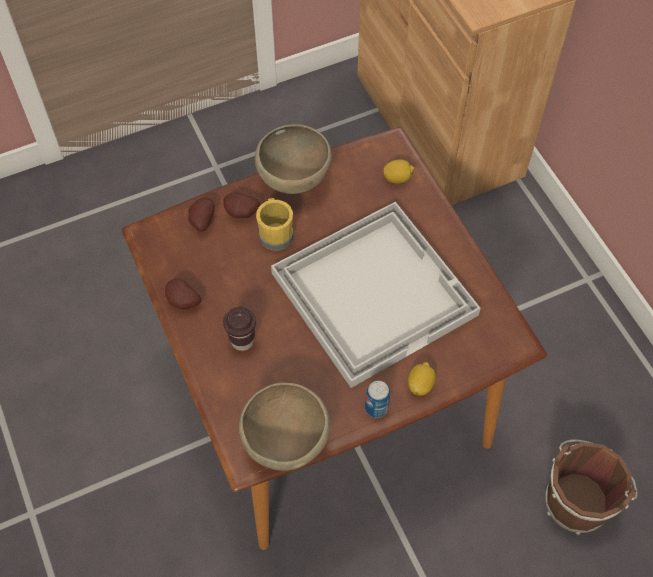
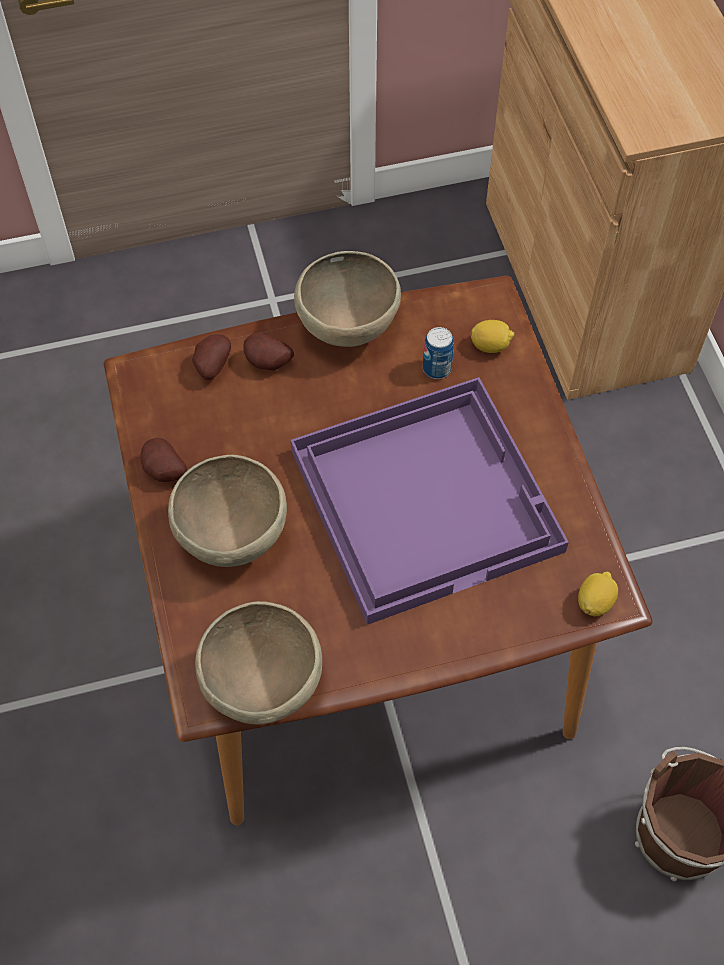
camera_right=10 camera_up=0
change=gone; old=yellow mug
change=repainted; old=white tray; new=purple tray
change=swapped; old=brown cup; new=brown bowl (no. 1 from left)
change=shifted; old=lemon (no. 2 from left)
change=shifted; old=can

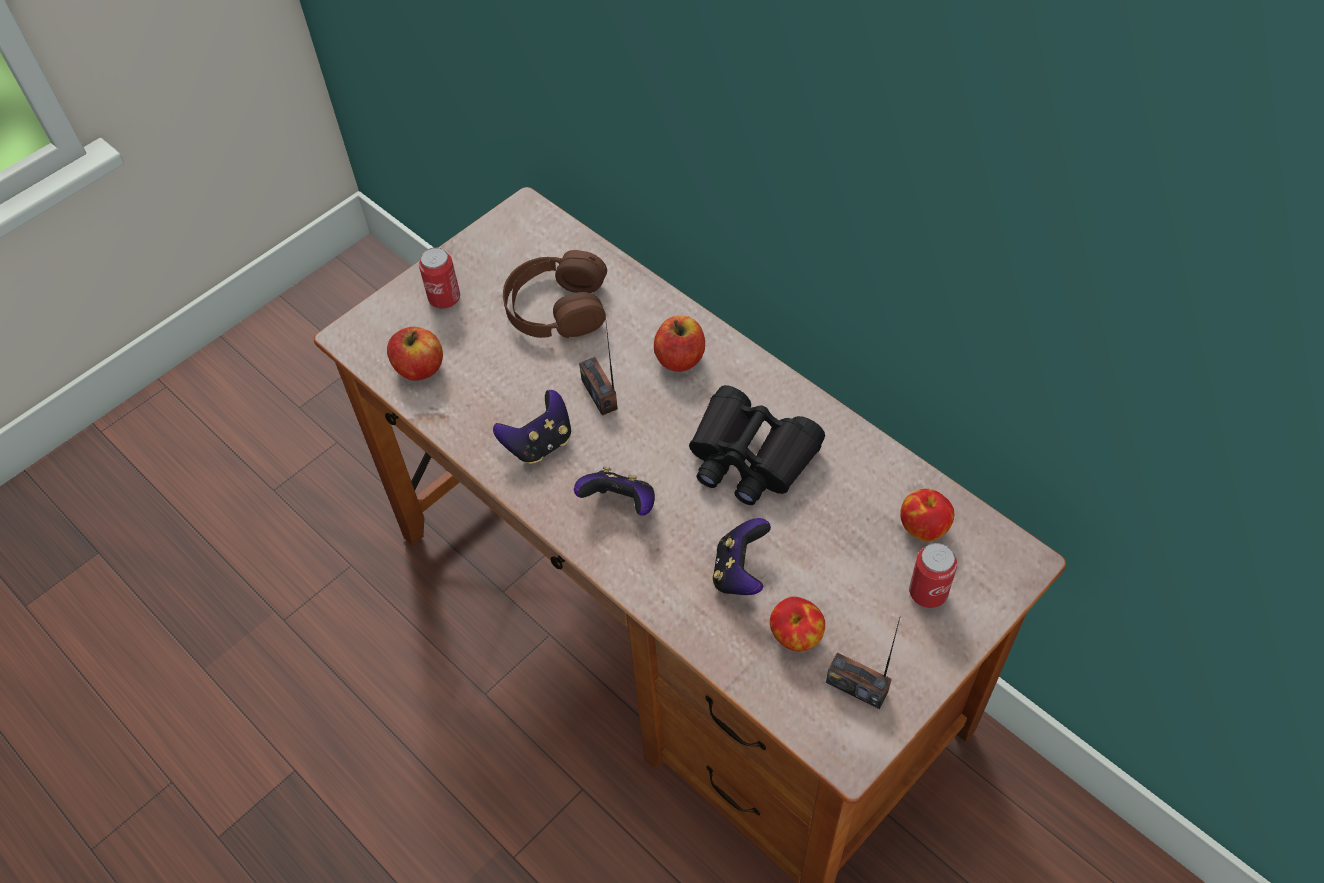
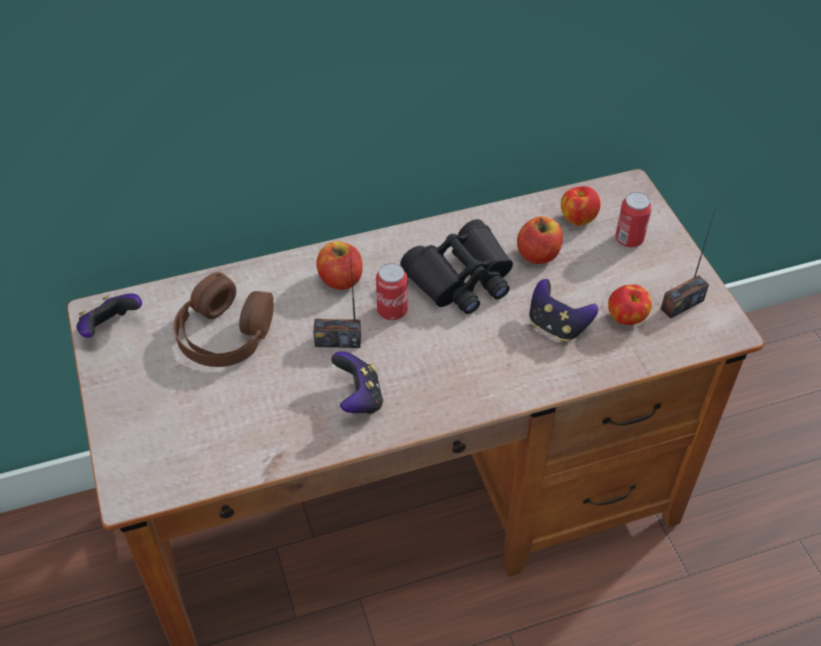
camera_right=-65 camera_up=-5
change=shifted; old=can (no. 1 from left)
change=shifted; old=apple (no. 1 from left in the first image); new=apple (no. 2 from left)
change=shifted; old=game controller (no. 2 from left in the first image); new=game controller (no. 1 from left)

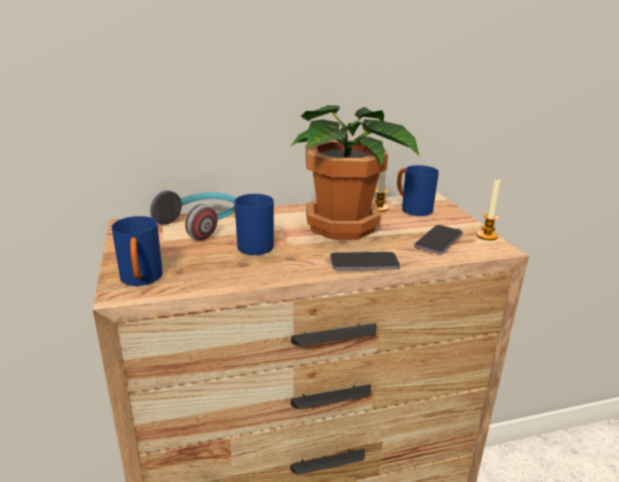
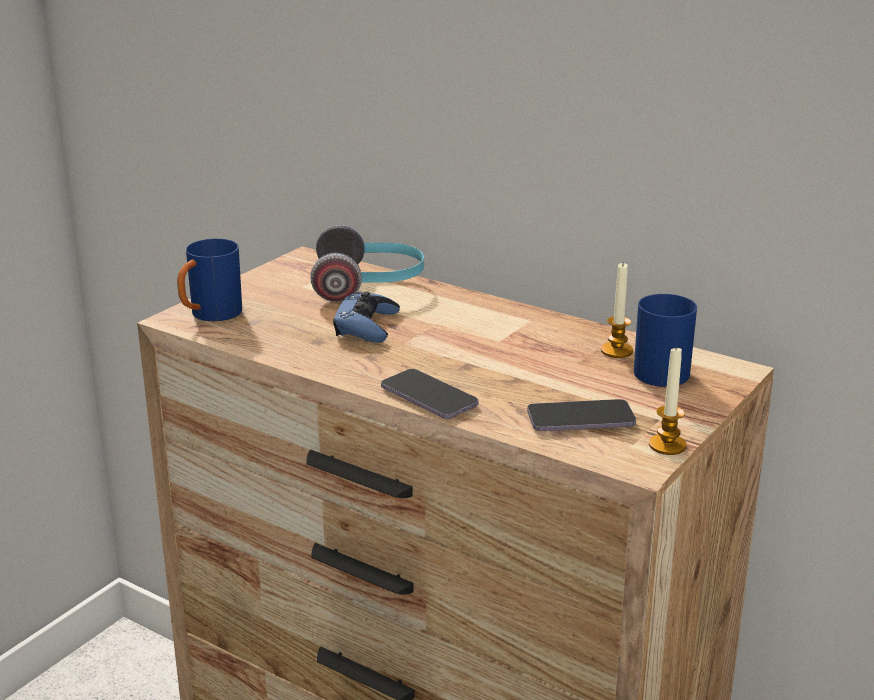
camera_right=50 camera_up=0
change=gone; old=potted plant
change=swapped; old=blue mug (no. 2 from left); new=blue game controller

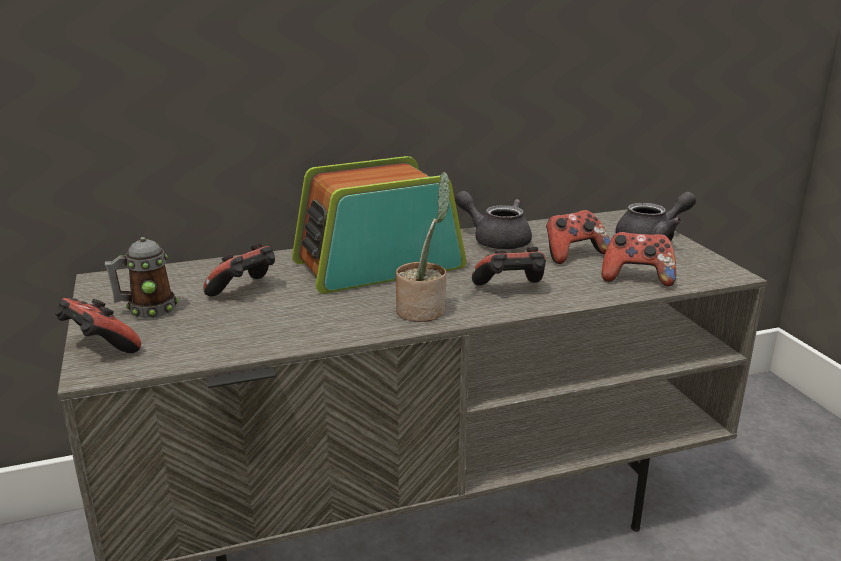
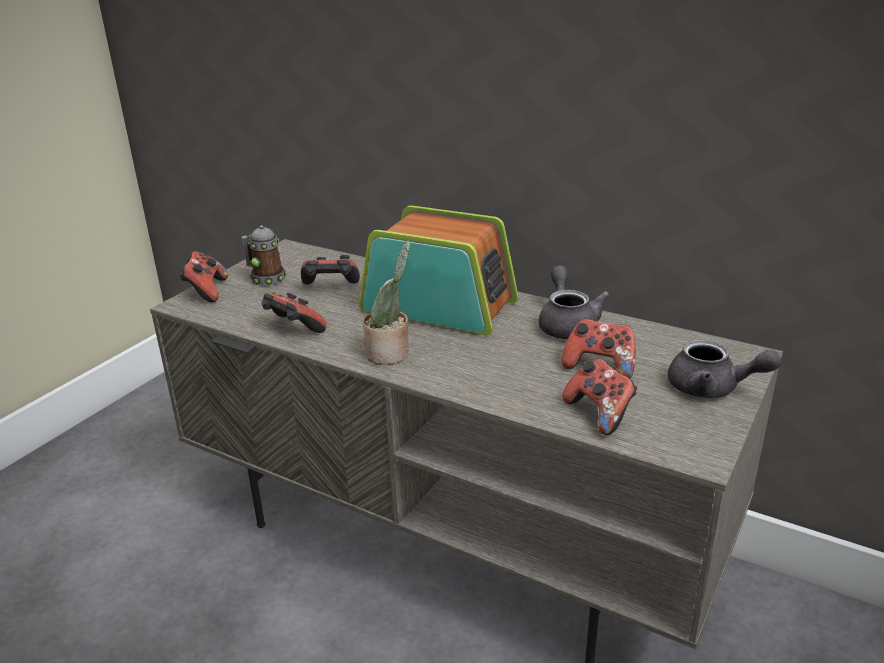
camera_right=50 camera_up=5
change=shifted; old=game controller (no. 3 from left in the first image); new=game controller (no. 2 from left)

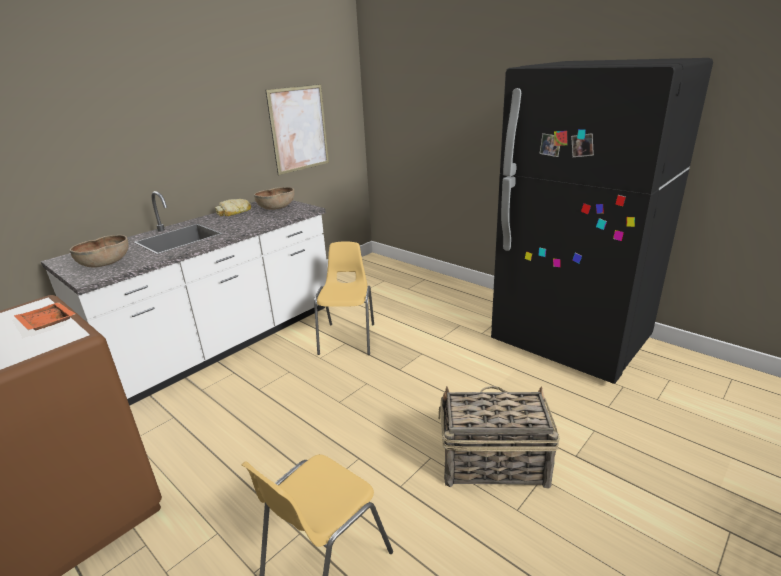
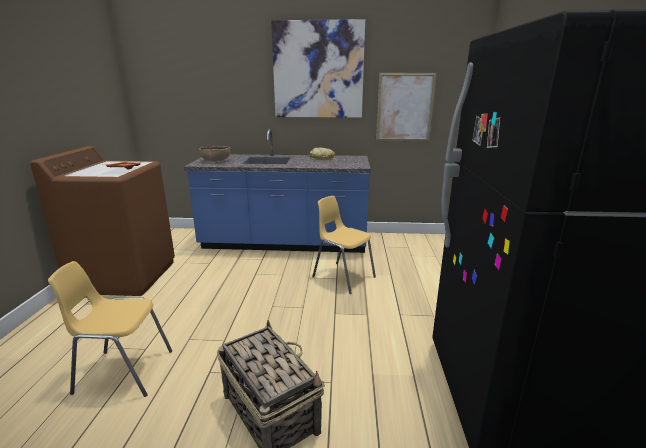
camera_right=50 camera_up=-5
change=gone; old=brown bowl (no. 2 from left)
change=repainted; old=white counter; new=blue counter
change=rotated; old=yellow chair (no. 2 from left); degrees=-105
change=new; new=picture (no. 1 from left)

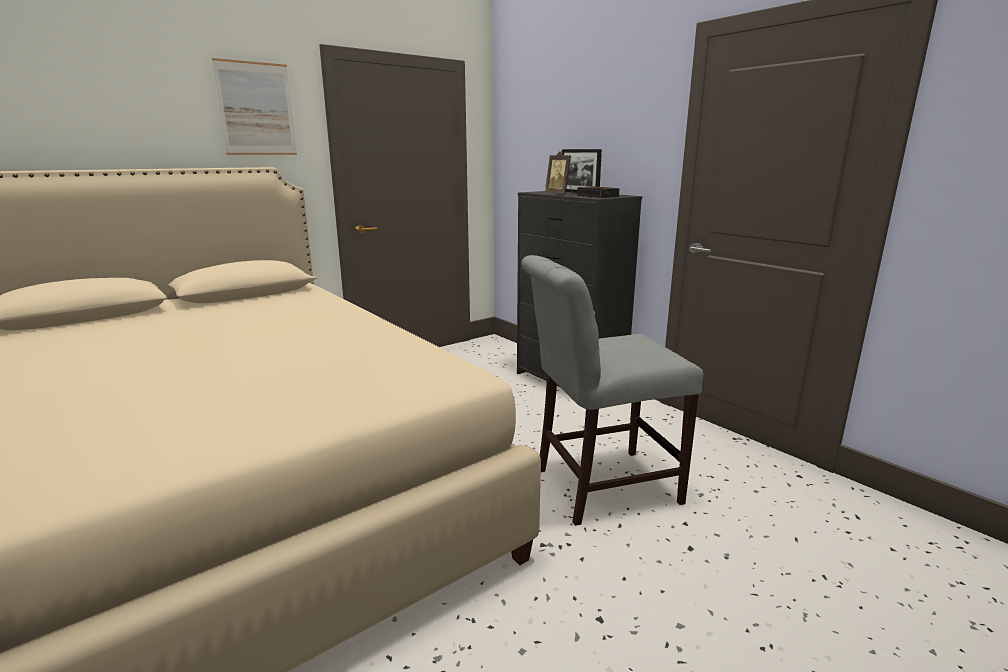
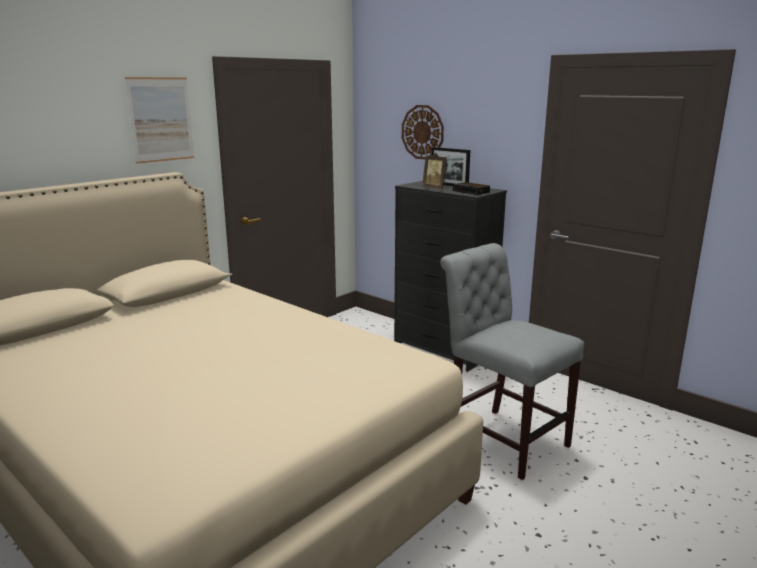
camera_right=-10 camera_up=0
change=rotated; old=grey chair; degrees=75
change=new; new=wall clock

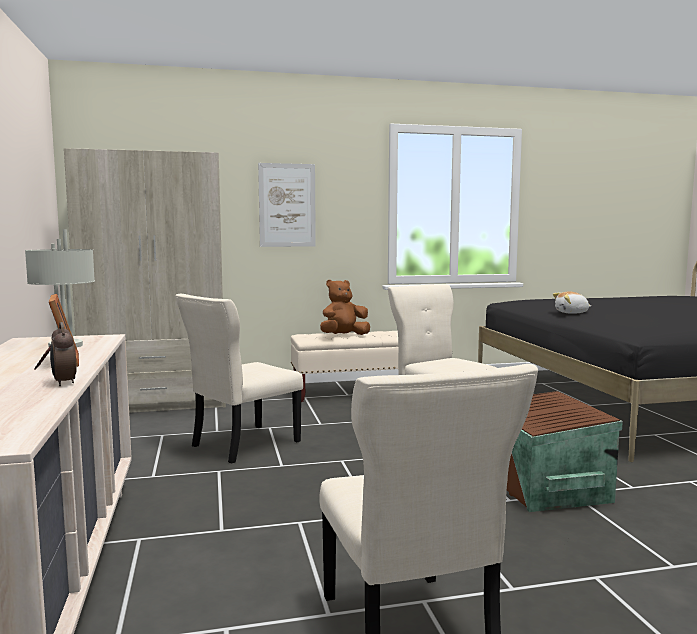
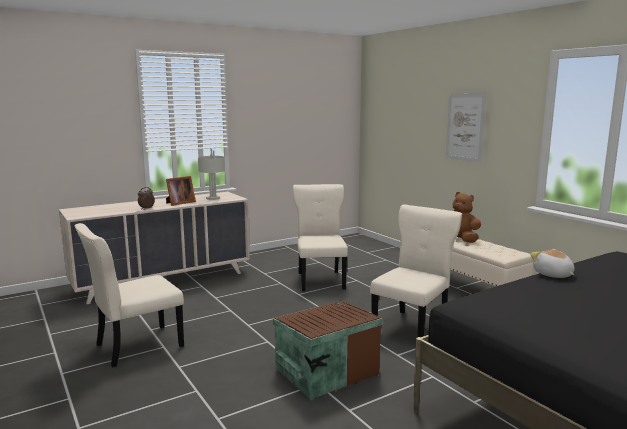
camera_right=70 camera_up=5
change=gone; old=beige wardrobe
change=rotated; old=beige chair (no. 1 from left in the first image); degrees=60

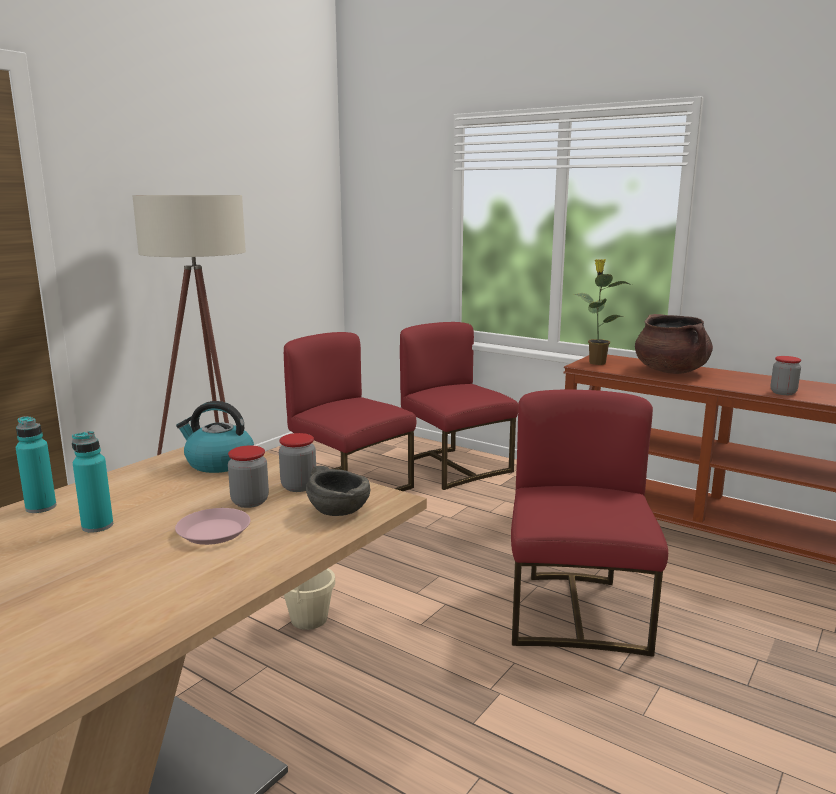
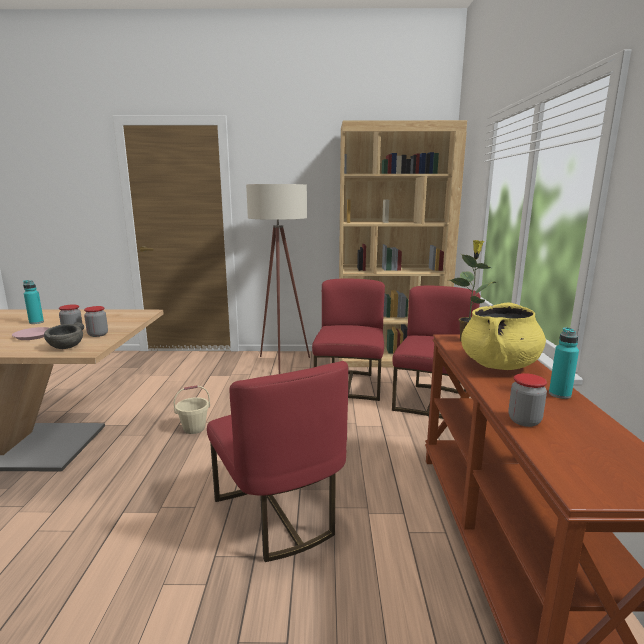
camera_right=55 camera_up=0
change=repainted; old=brown cooking pot; new=yellow cooking pot
change=rotated; old=red chair (no. 3 from left in the first image); degrees=90
change=gone; old=kettle
change=shifted; old=turquoise bottle (no. 1 from left in the first image); new=turquoise bottle (no. 2 from left)
change=new; new=brown bookcase

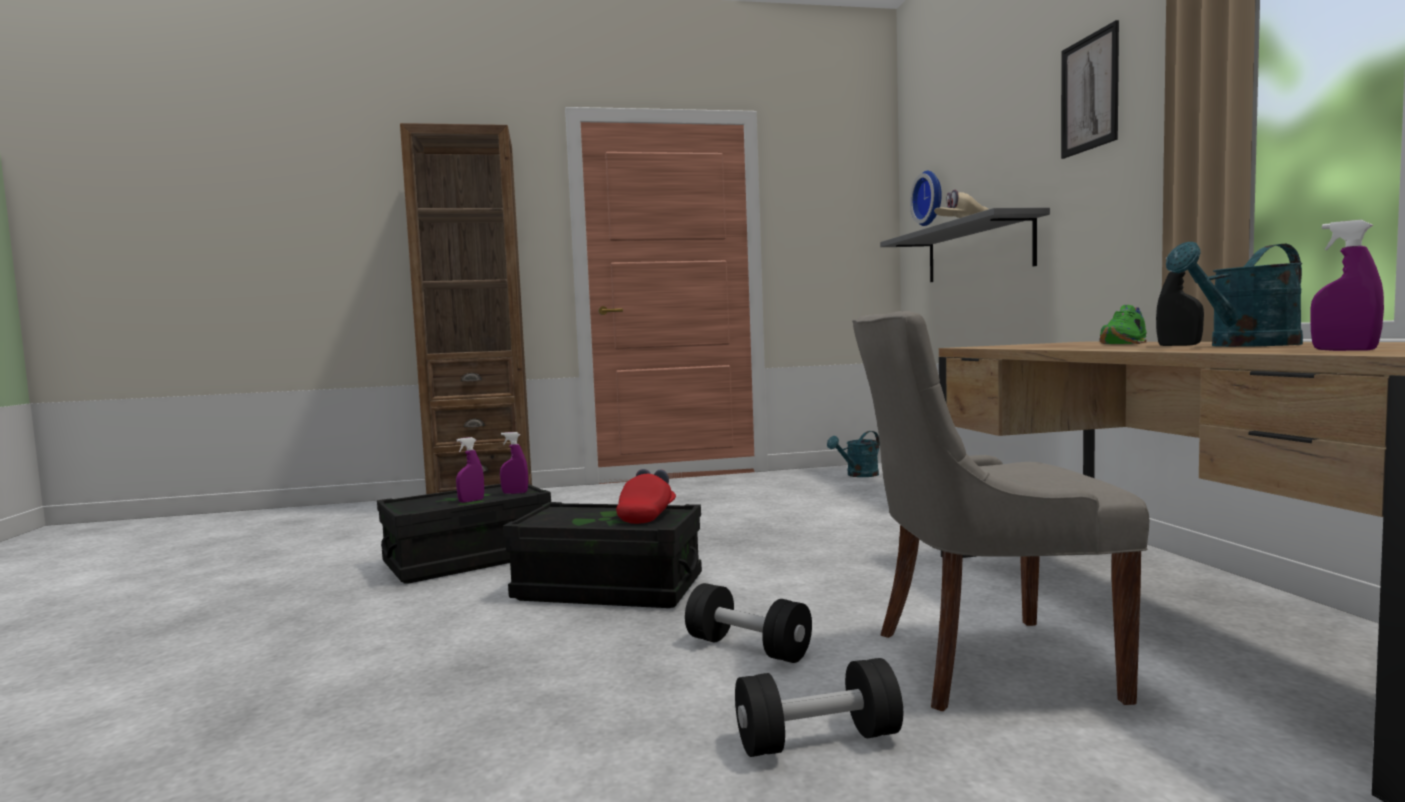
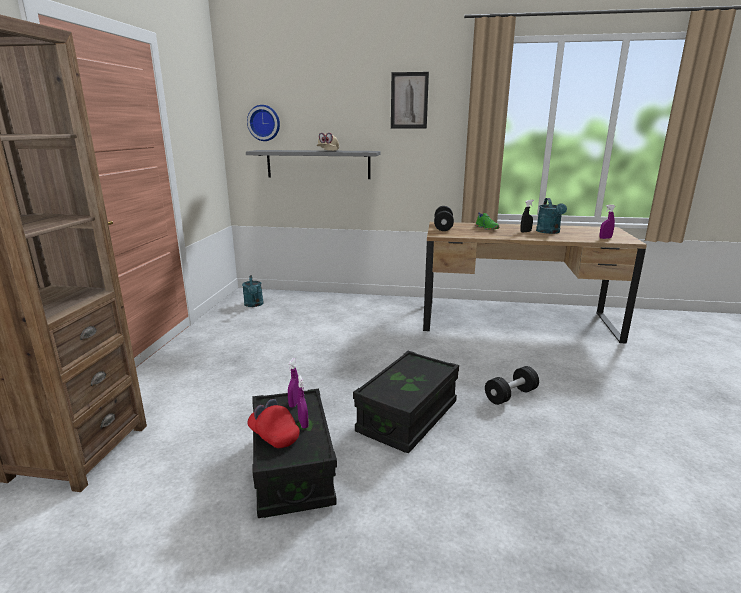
camera_right=-70 camera_up=15
change=gone; old=grey chair
change=shifted; old=red cap
change=shifted; old=black dumbbell (no. 2 from left in the first image); new=black dumbbell (no. 1 from left)

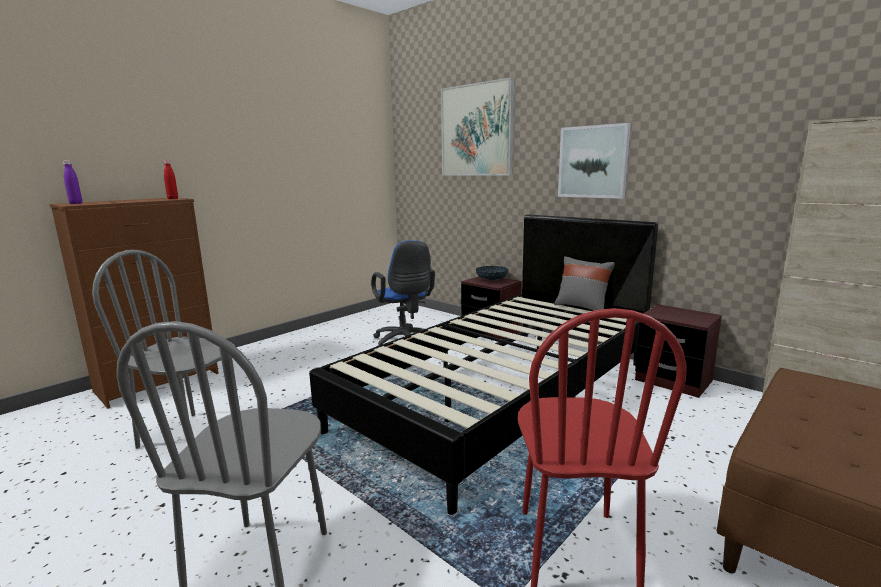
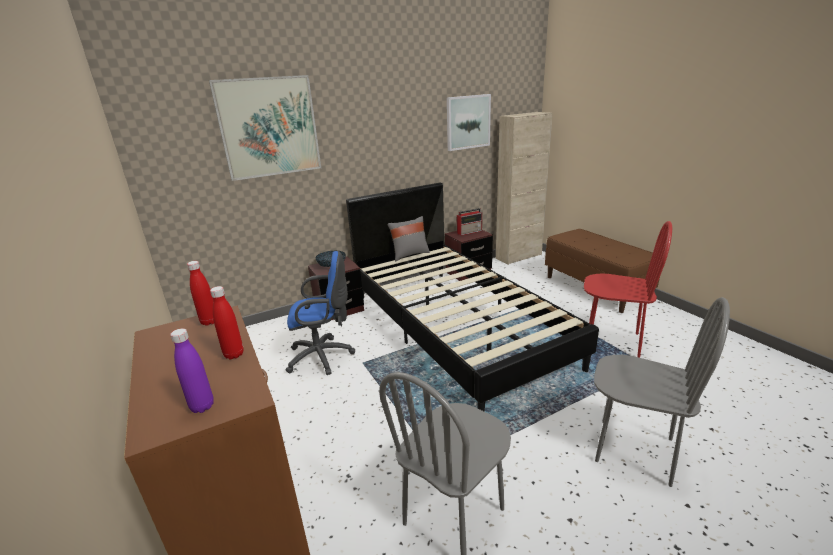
camera_right=-70 camera_up=10
change=shifted; old=picture (no. 2 from left)
change=new; new=radio
change=new; new=red bottle (no. 2 from left)

